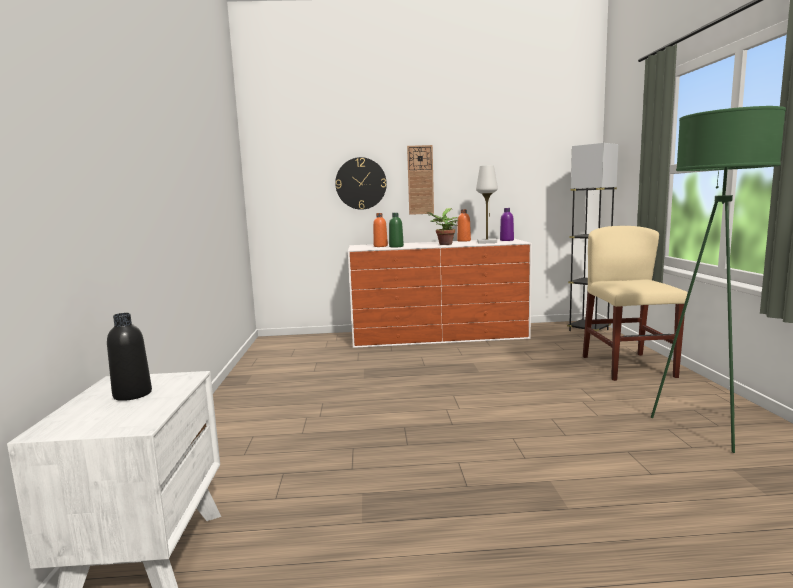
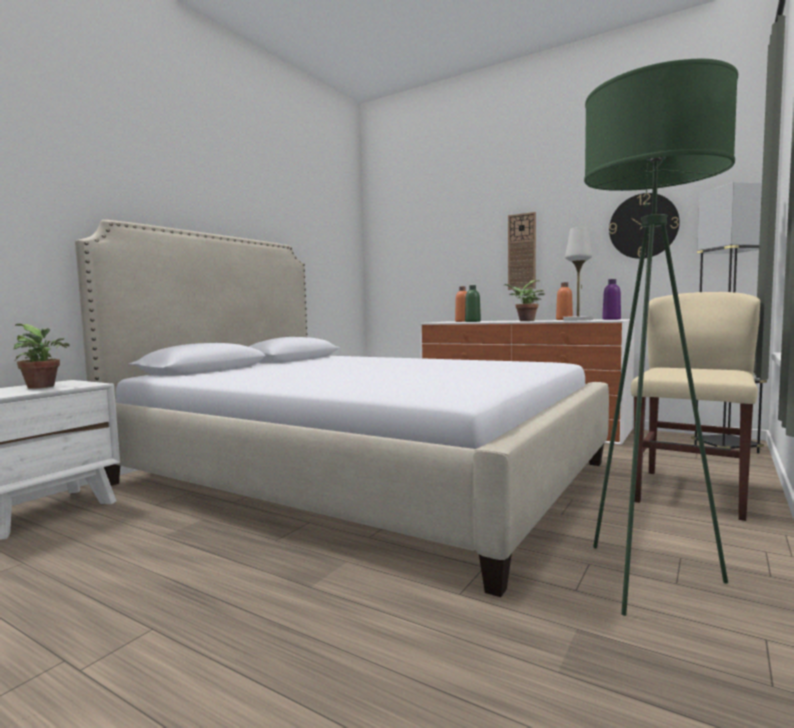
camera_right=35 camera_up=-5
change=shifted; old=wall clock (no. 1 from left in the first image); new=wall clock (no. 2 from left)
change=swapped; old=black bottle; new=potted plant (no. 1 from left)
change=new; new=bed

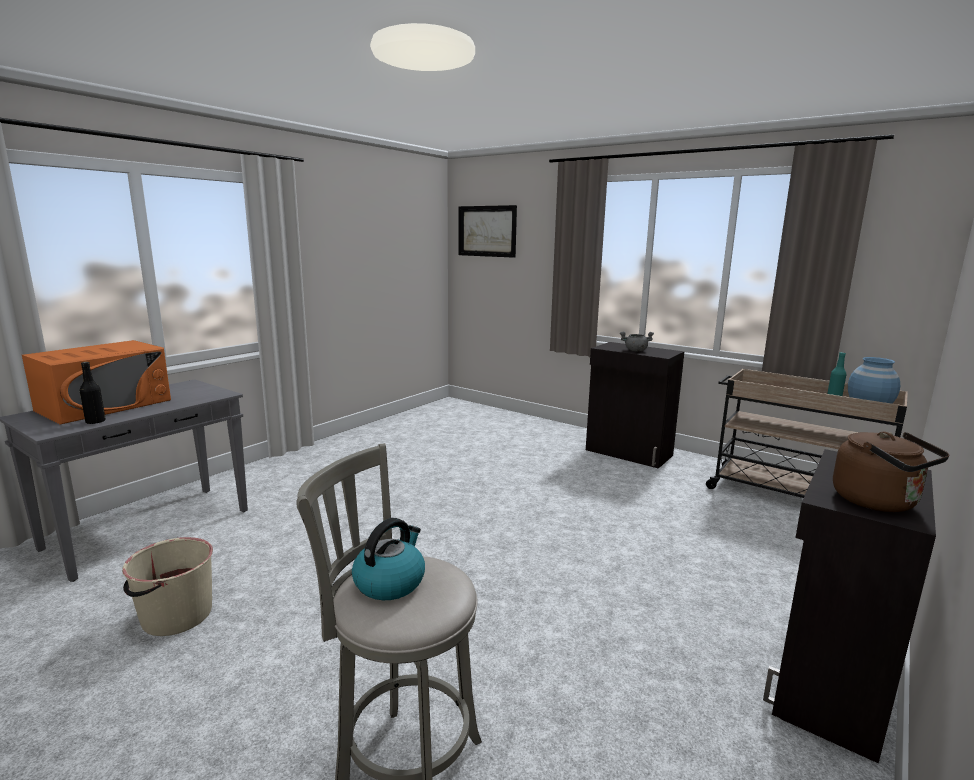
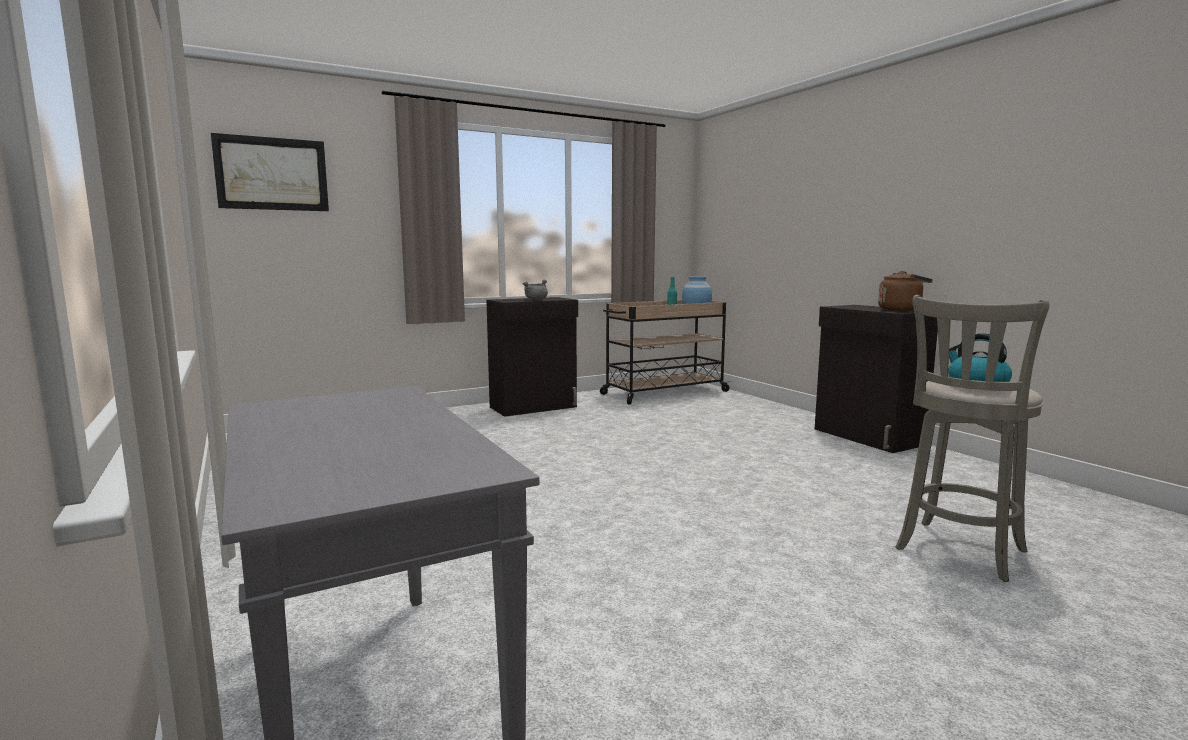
camera_right=-65 camera_up=-5
change=gone; old=orange microwave
change=gone; old=black bottle
change=gone; old=beige bucket

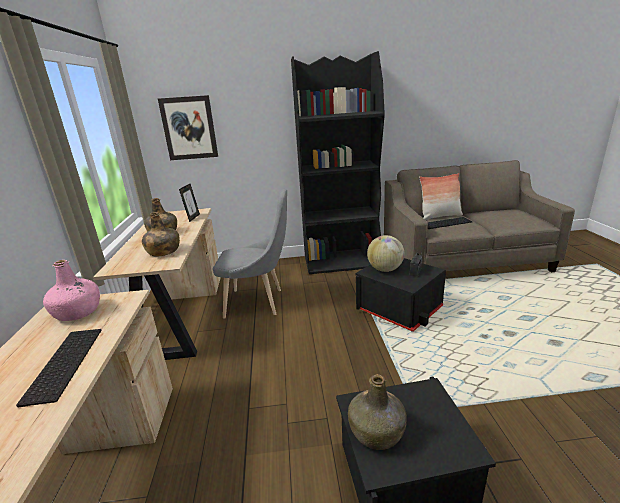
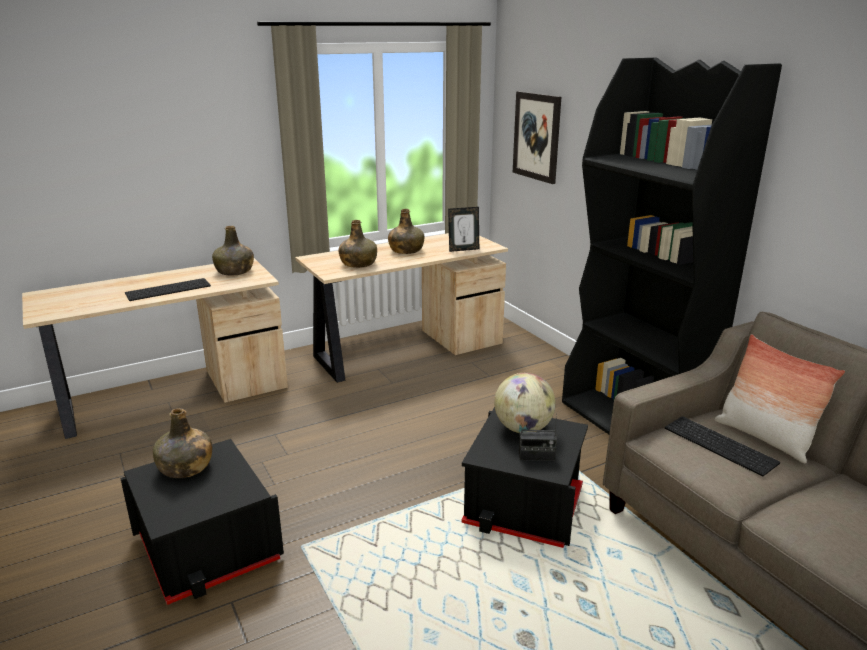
camera_right=65 camera_up=0
change=gone; old=grey chair
change=repainted; old=pink bottle; new=green bottle (no. 2 from left)

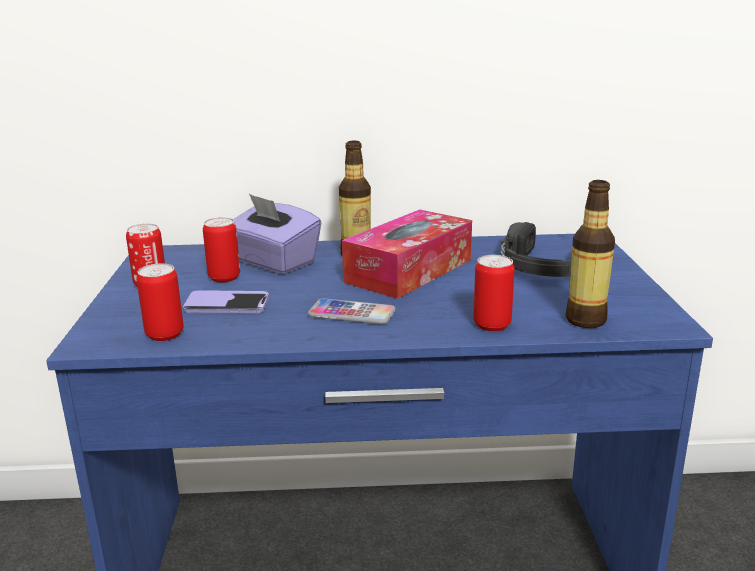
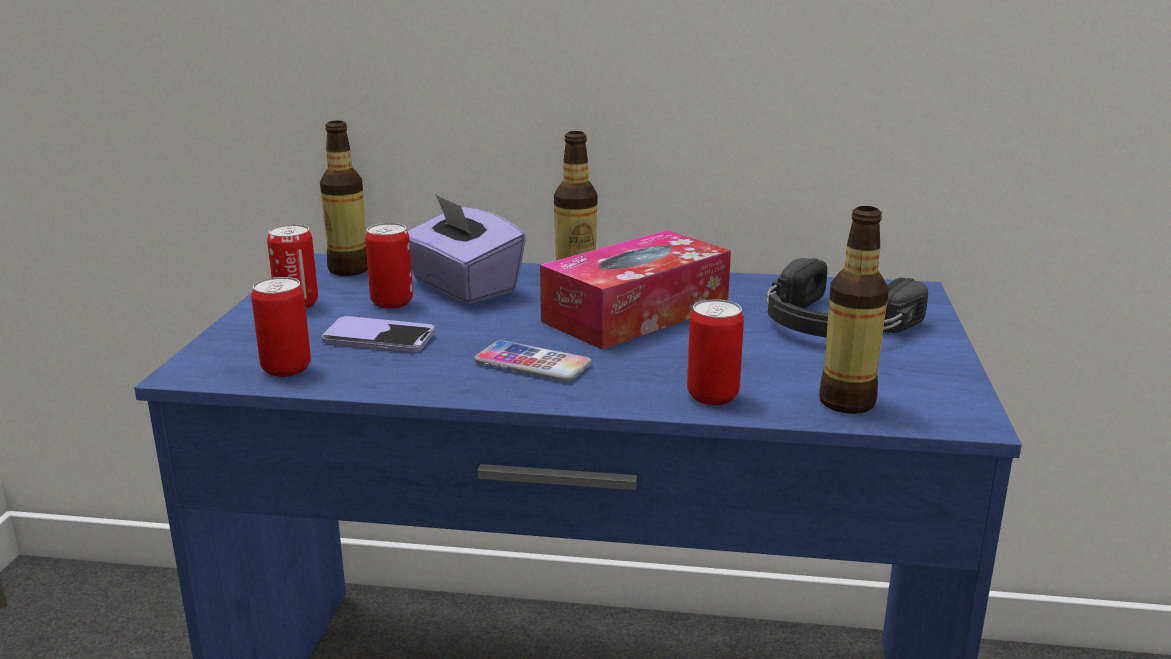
camera_right=10 camera_up=0
change=new; new=bottle (no. 1 from left)

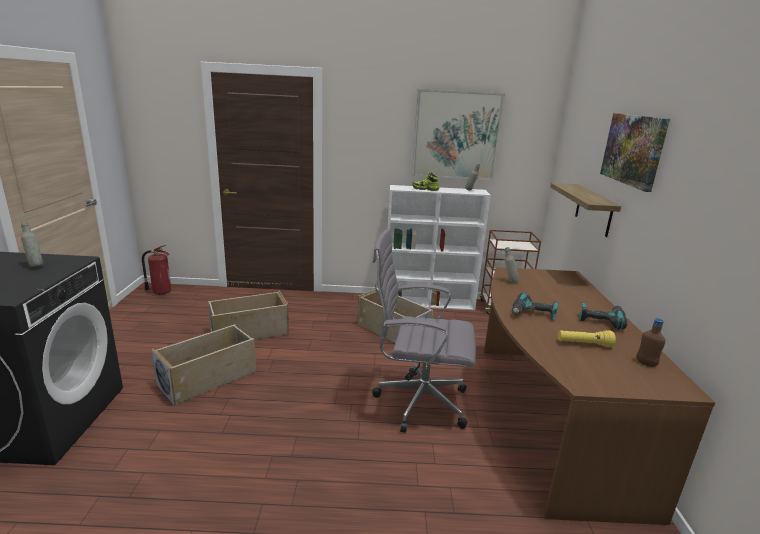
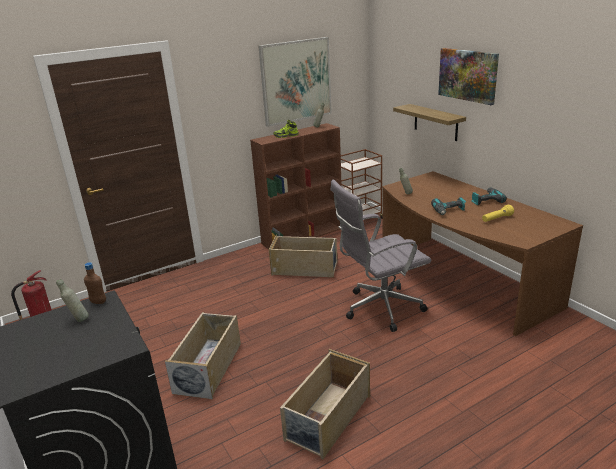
camera_right=-30 camera_up=5
change=repainted; old=white bookcase; new=brown bookcase
change=shifted; old=beige storage box (no. 2 from left in the first image); new=beige storage box (no. 3 from left)
change=shifted; old=brown bottle

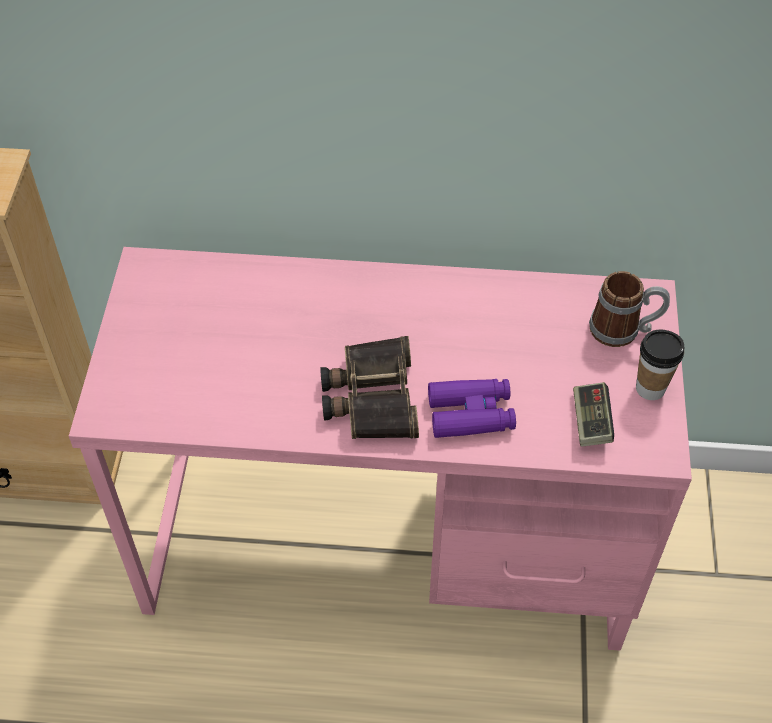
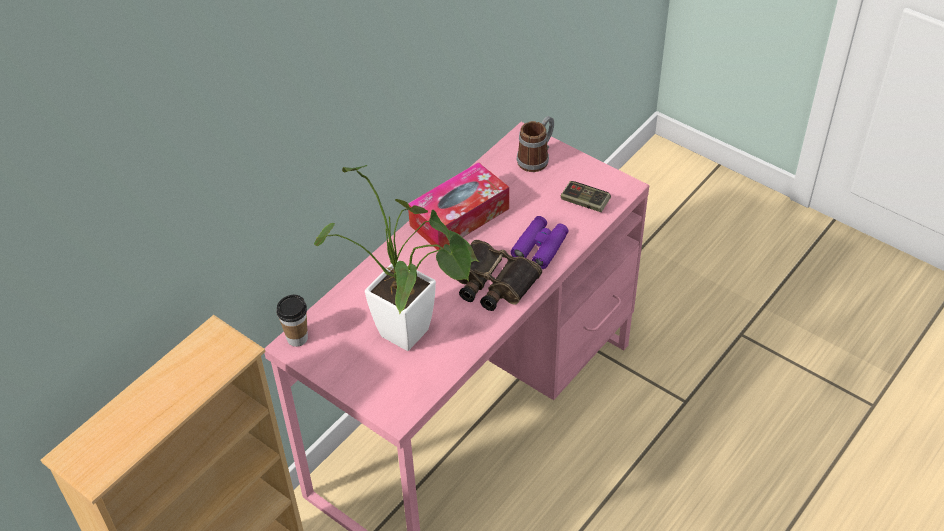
camera_right=-55 camera_up=-5
change=shifted; old=cup
change=new; new=tissue box
change=new; new=potted plant

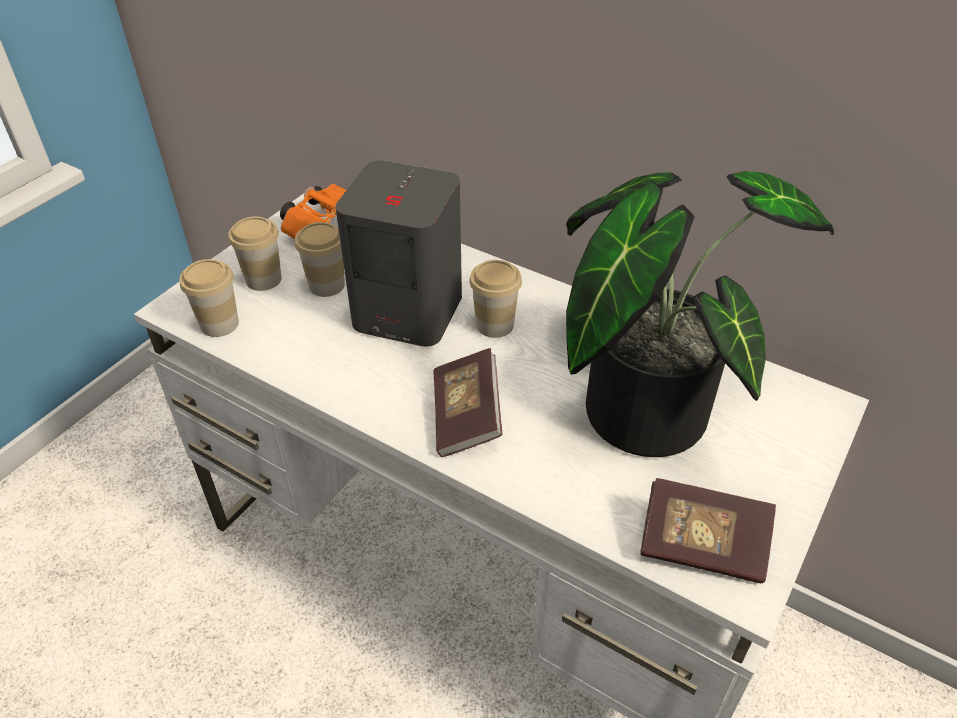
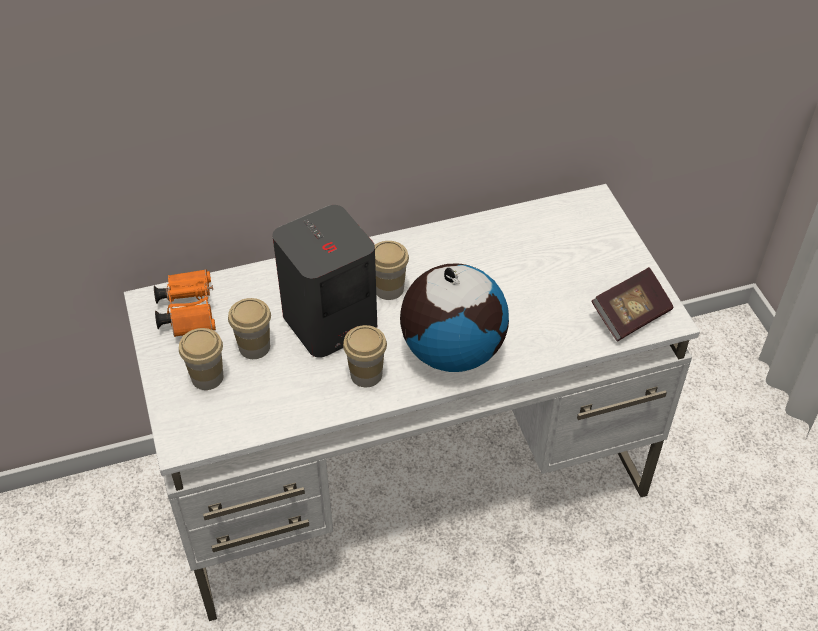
camera_right=-50 camera_up=5
change=gone; old=potted plant
change=shifted; old=cup (no. 1 from left in the first image); new=cup (no. 3 from left)
change=swapped; old=book (no. 1 from left); new=globe

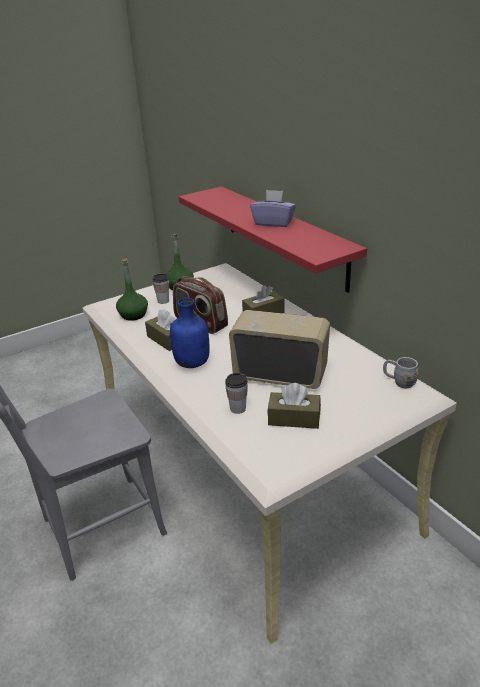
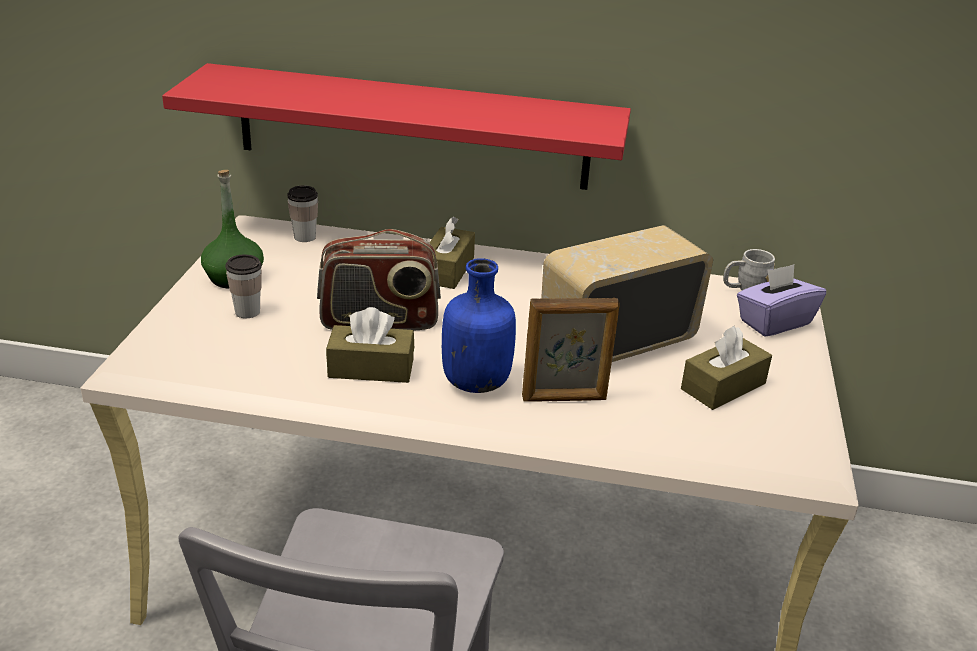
camera_right=-50 camera_up=0
change=shifted; old=purple tissue box
change=gone; old=green bottle (no. 1 from left)
change=shifted; old=cup (no. 2 from left)
change=new; new=picture frame

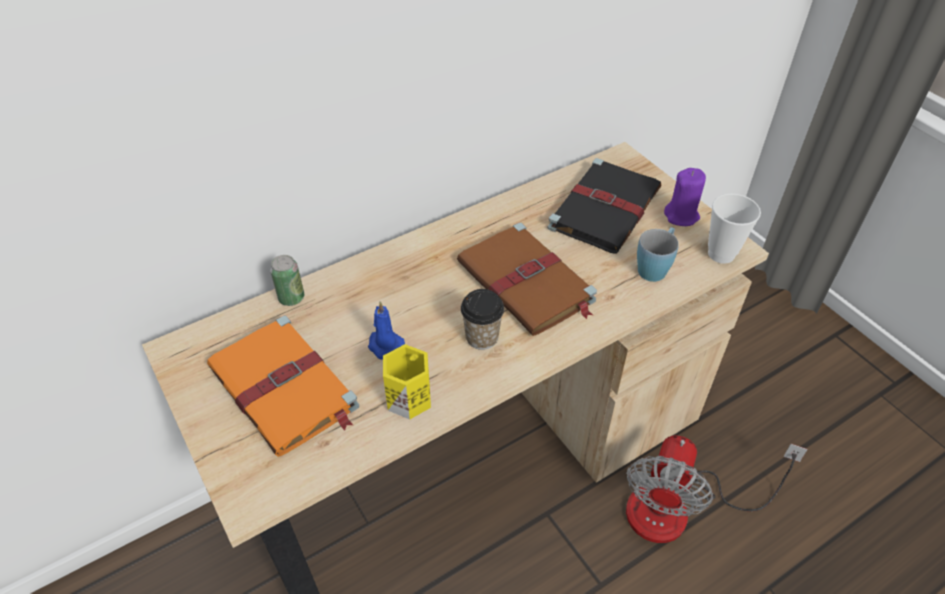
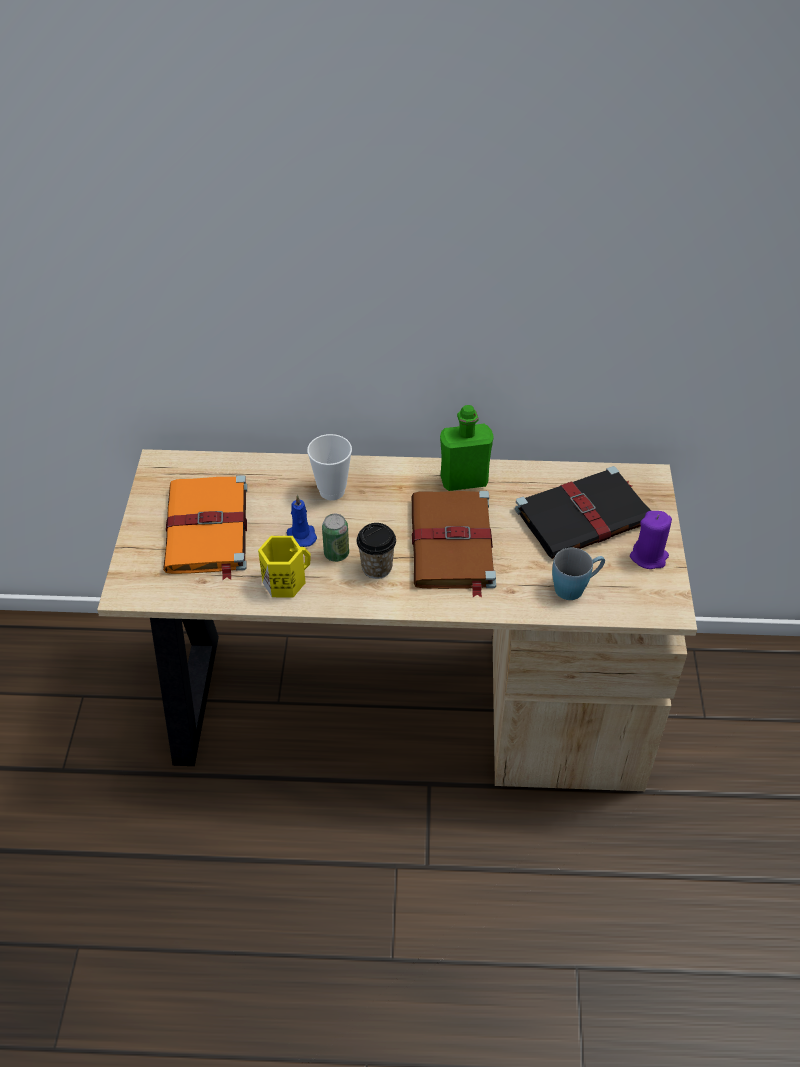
camera_right=35 camera_up=0
change=shifted; old=cup (no. 2 from left in the first image); new=cup (no. 1 from left)
change=shifted; old=can
change=gone; old=fan
change=new; new=green bottle

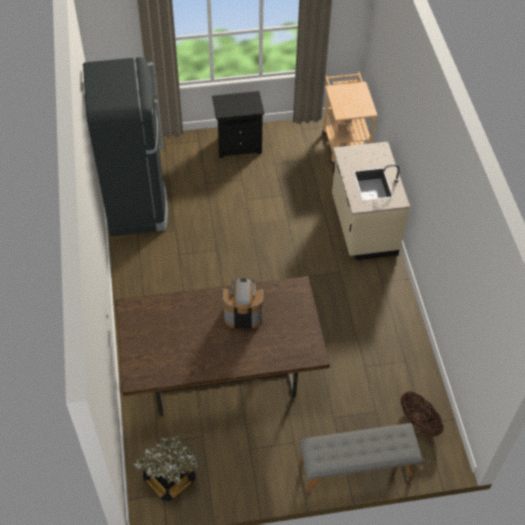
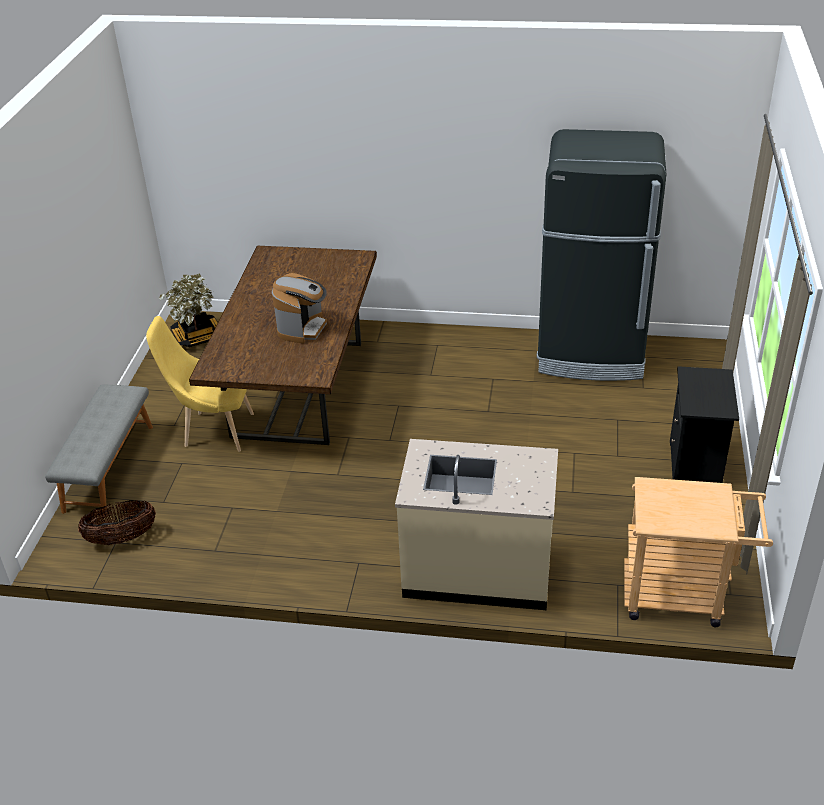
camera_right=110 camera_up=-15
change=new; new=yellow chair

